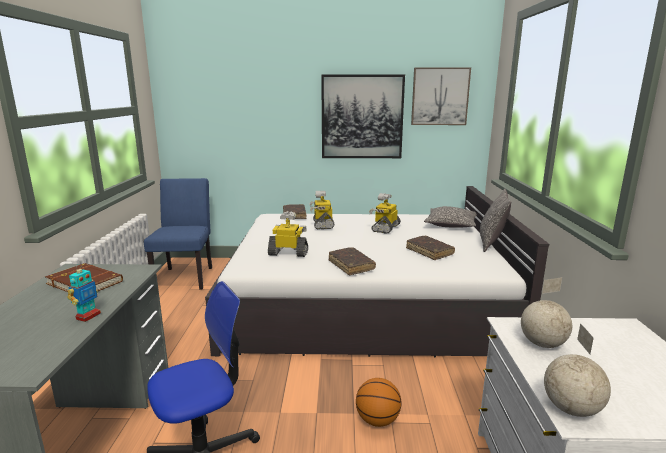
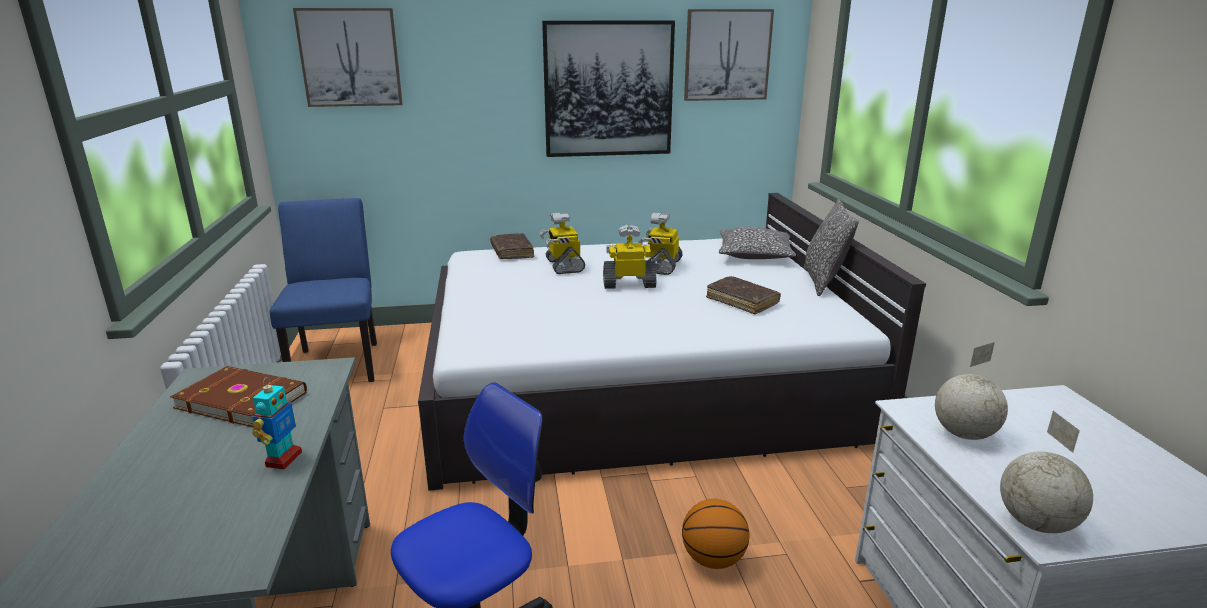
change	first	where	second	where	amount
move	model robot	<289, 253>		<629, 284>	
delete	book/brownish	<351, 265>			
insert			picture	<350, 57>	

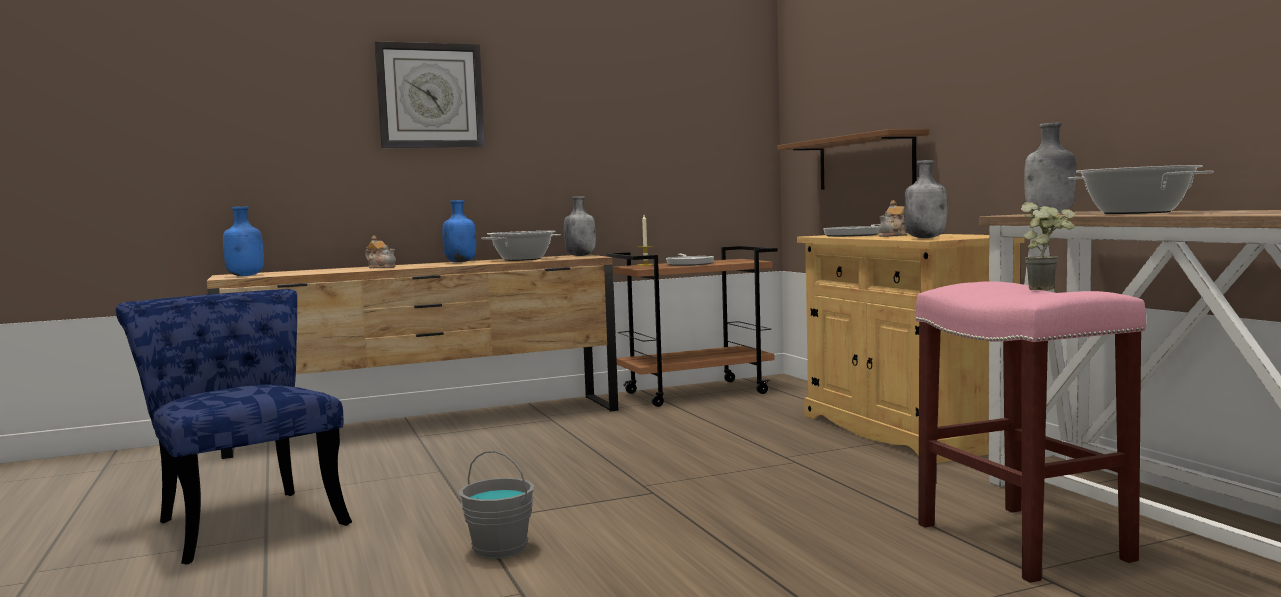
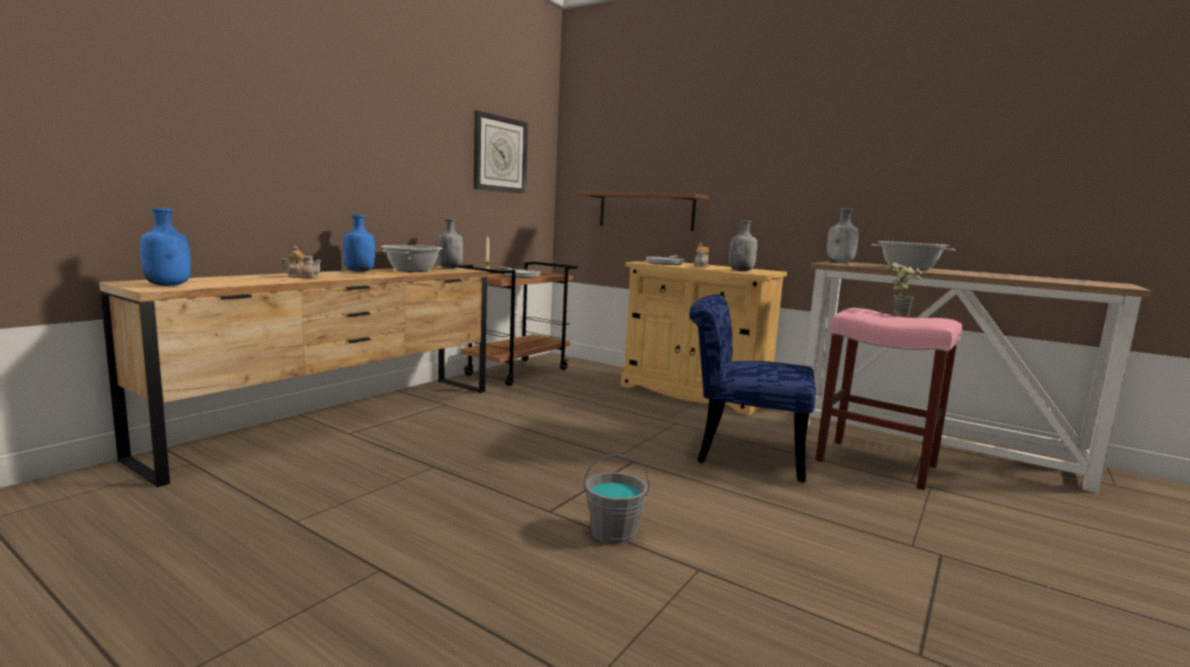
change	first	where	second	where	amount
move	wall clock	<430, 96>		<500, 154>	
move	plain chair/bluish	<245, 520>		<740, 453>	

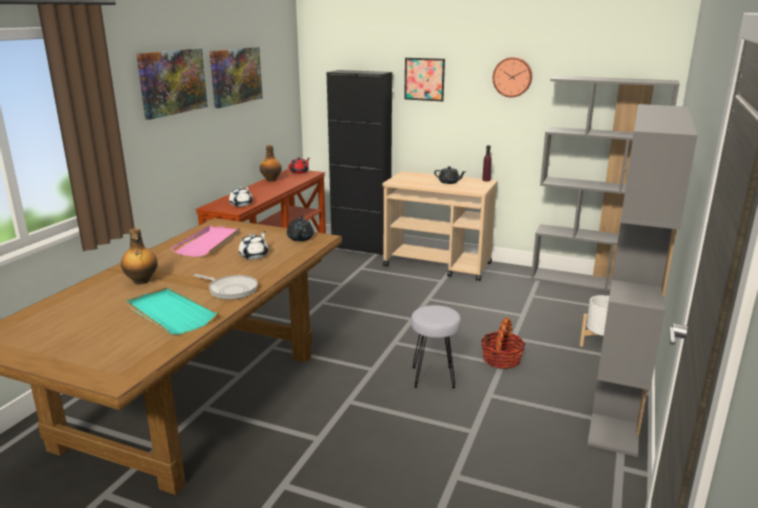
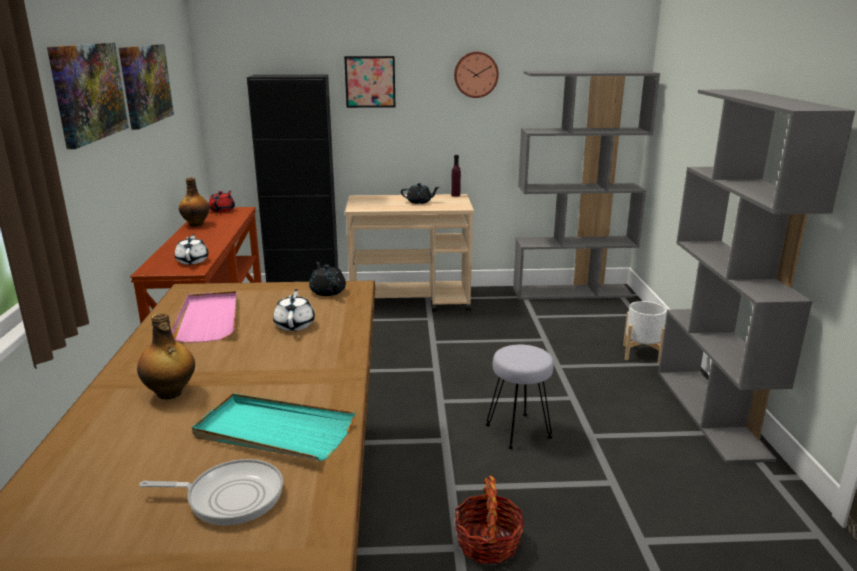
change	first	where	second	where	amount
move	frying pan	<231, 289>		<230, 497>	
move	household basket	<501, 360>		<488, 543>	

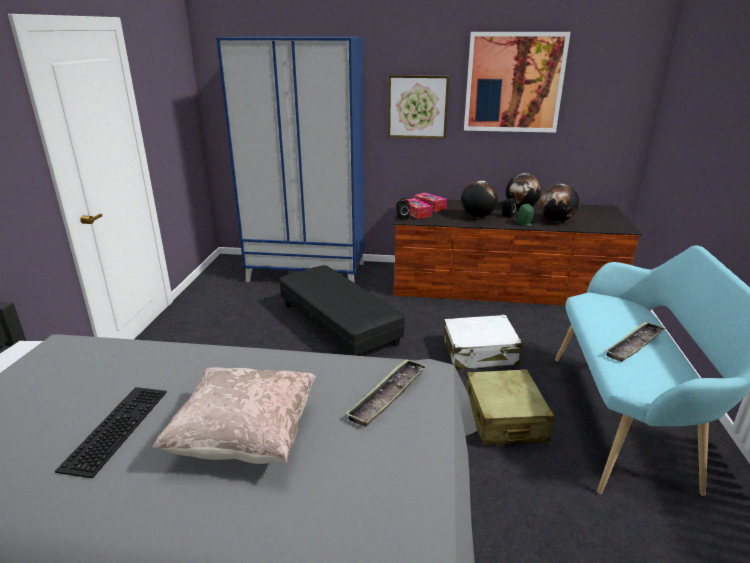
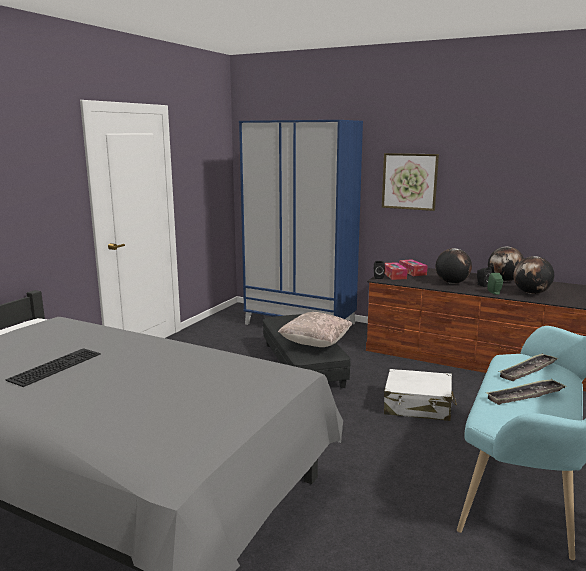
change	first	where	second	where	amount
delete	picture	<514, 83>			
move	tray	<388, 396>		<528, 370>	
move	throw pillow/beige-coloured	<245, 438>		<315, 344>	
delete	piece of luggage/beige-coloured	<504, 419>			

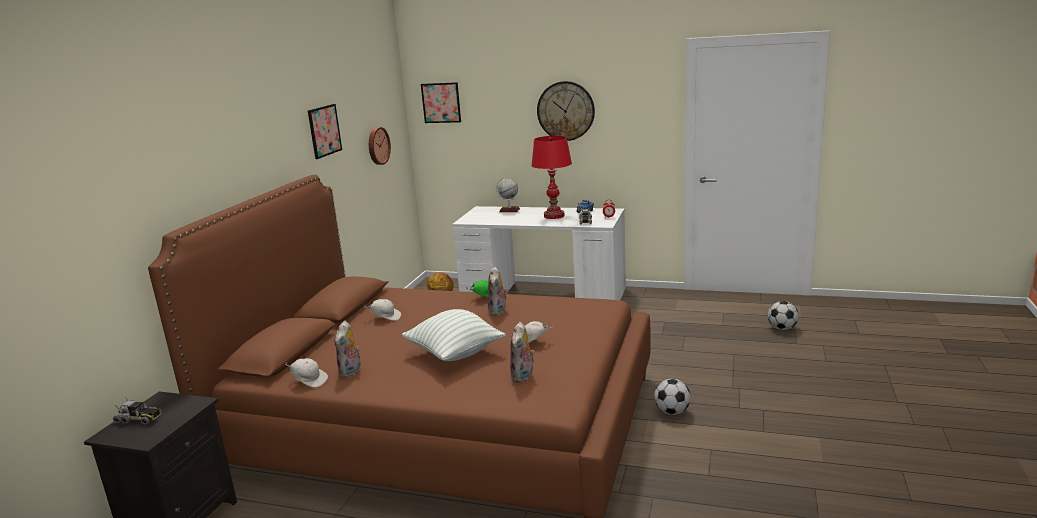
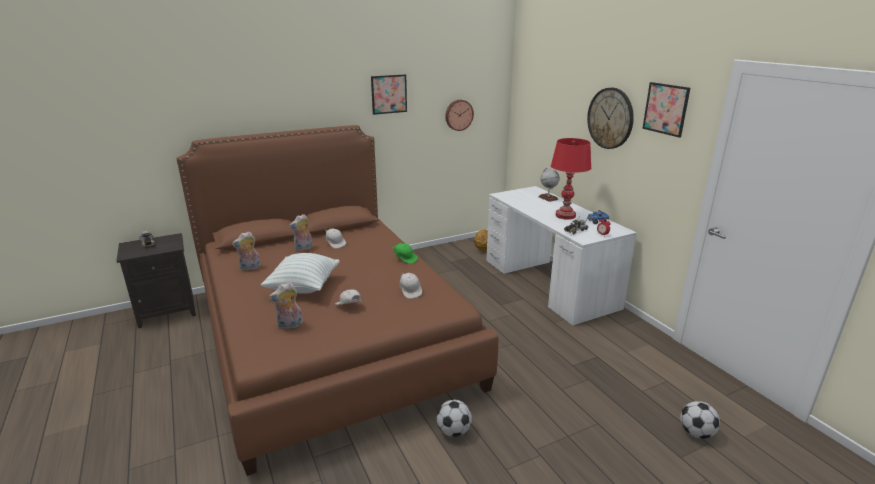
change	first	where	second	where	amount
move	picture	<441, 102>		<666, 109>	
move	plush toy	<498, 311>		<303, 248>	
move	baseball cap/white-coloured	<309, 381>		<410, 291>	

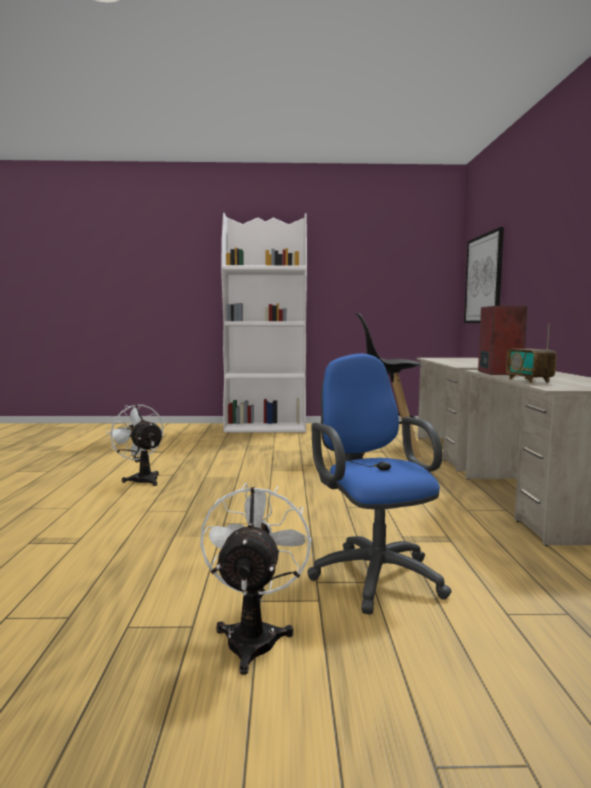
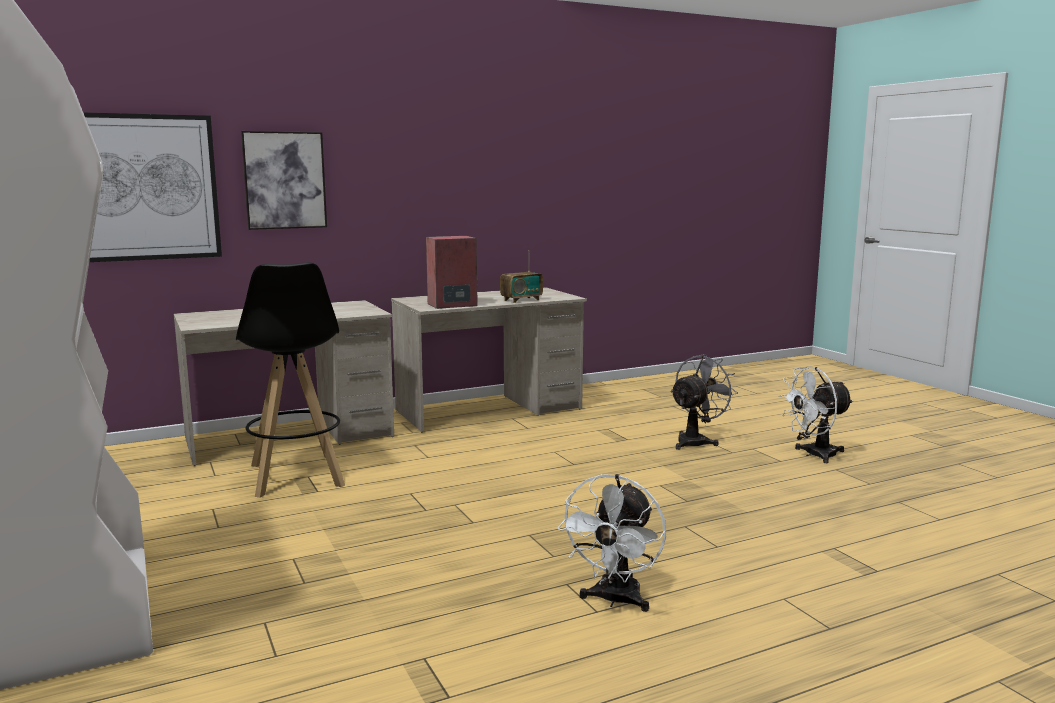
change	first	where	second	where	amount
replace	desk chair/bluish	<373, 574>	cooling fan/grey	<696, 441>	
insert			picture	<285, 180>	

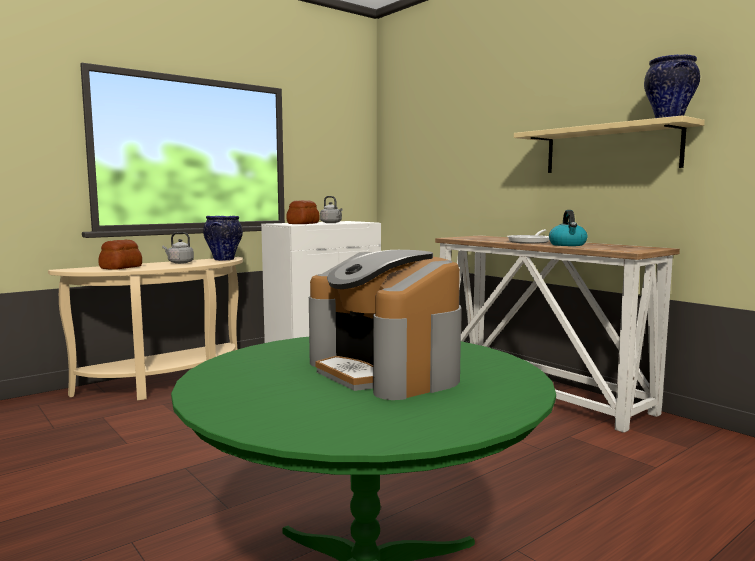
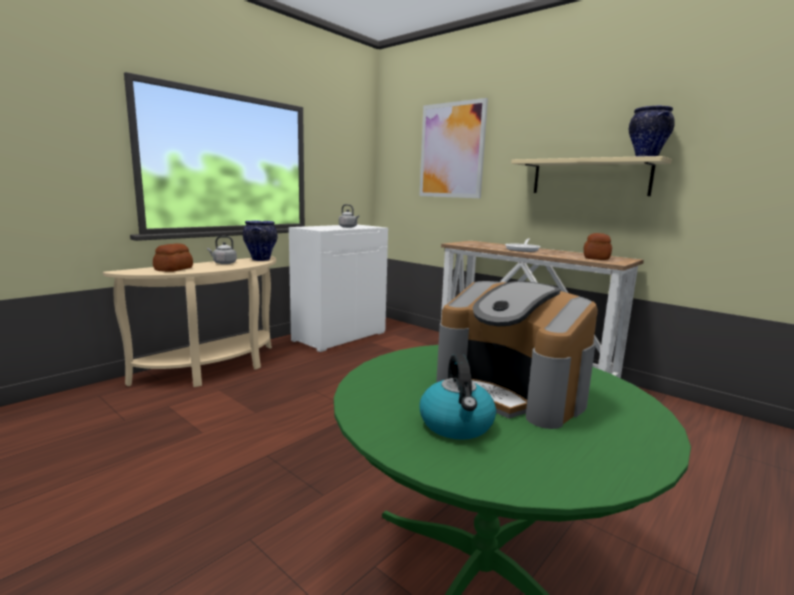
change	first	where	second	where	amount
move	bakery bread	<302, 223>		<595, 258>	
move	water kettle	<568, 245>		<457, 425>	
insert			picture	<452, 150>	

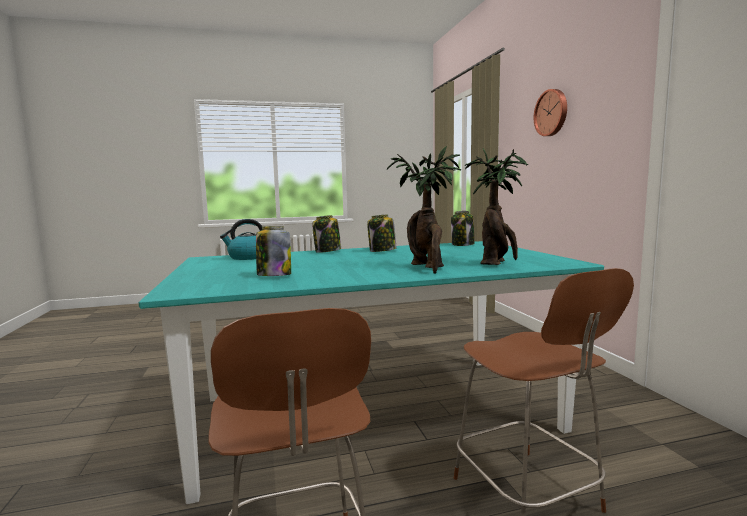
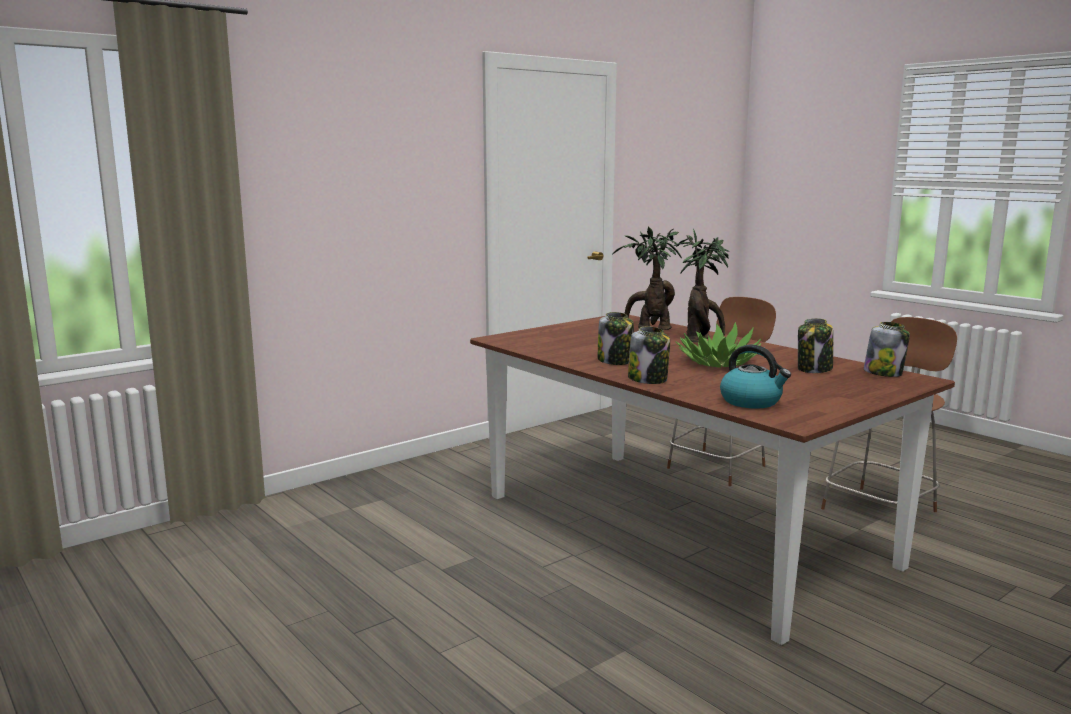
change	first	where	second	where	amount
delete	wall clock	<552, 113>			
move	preserve jar	<463, 244>		<883, 373>	
recolor	dinner table/blue-green	<374, 413>	dinner table/brownish	<679, 529>	
insert			houseplant	<718, 363>	

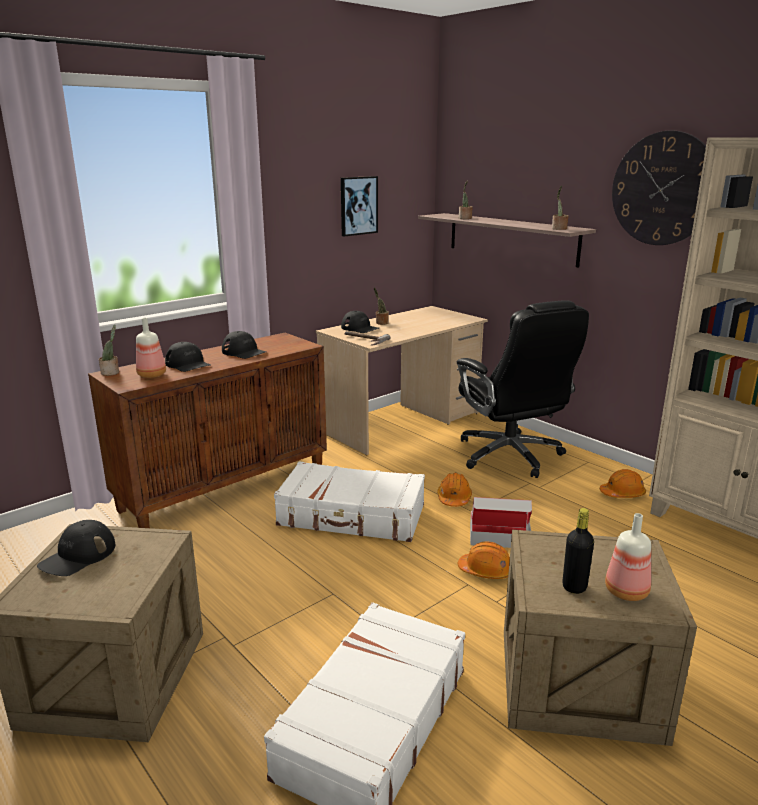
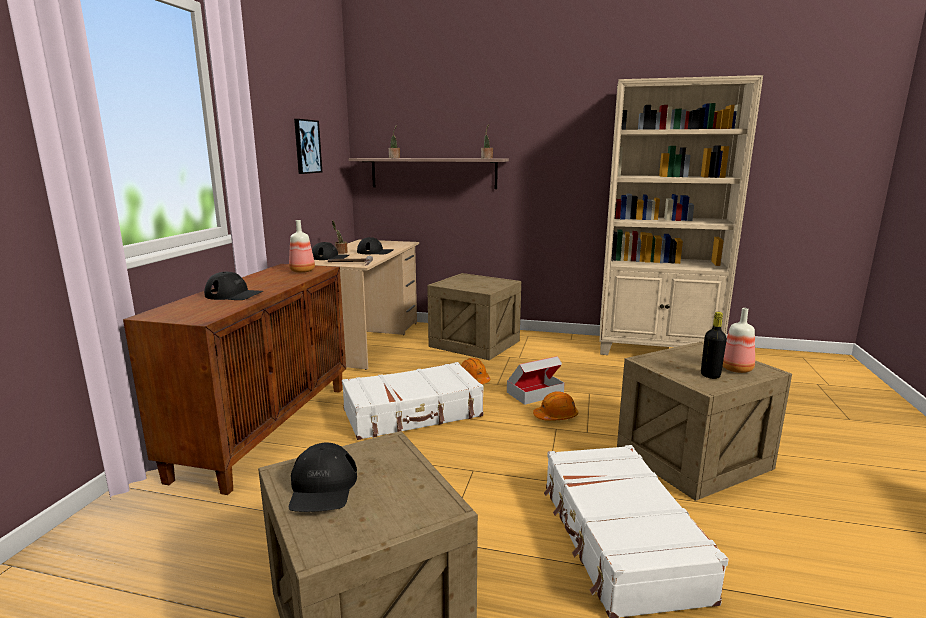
change	first	where	second	where	amount
delete	wall clock	<663, 189>			
replace	desk chair/black-coloured	<511, 455>	packing crate	<475, 344>	
move	bottle	<152, 375>		<302, 271>	
delete	houseplant	<111, 372>			
move	baseball cap/black-coloured	<244, 352>		<375, 252>	
delete	hard hat/orange-coloured	<622, 494>			

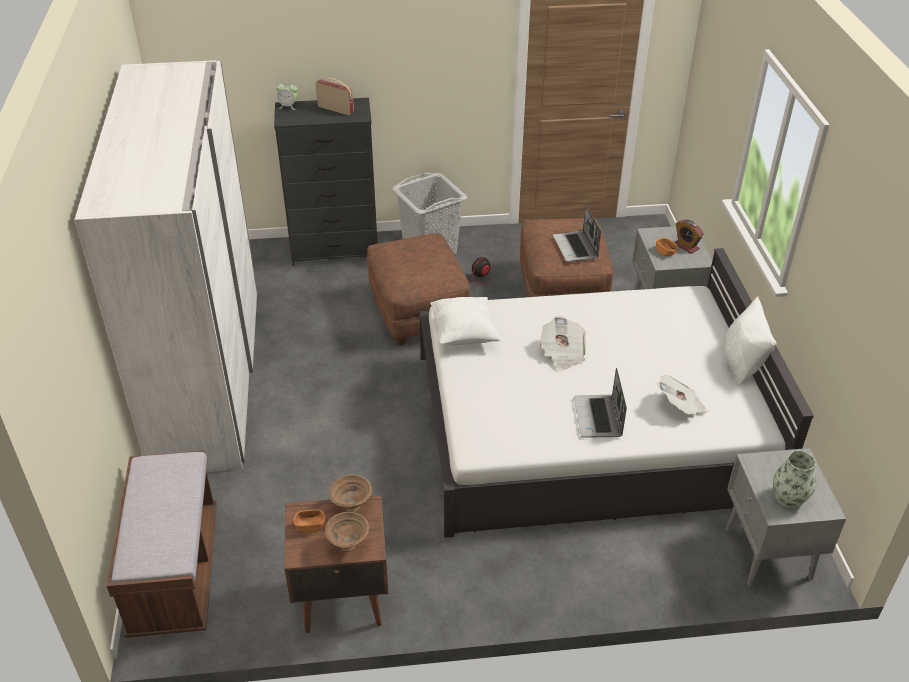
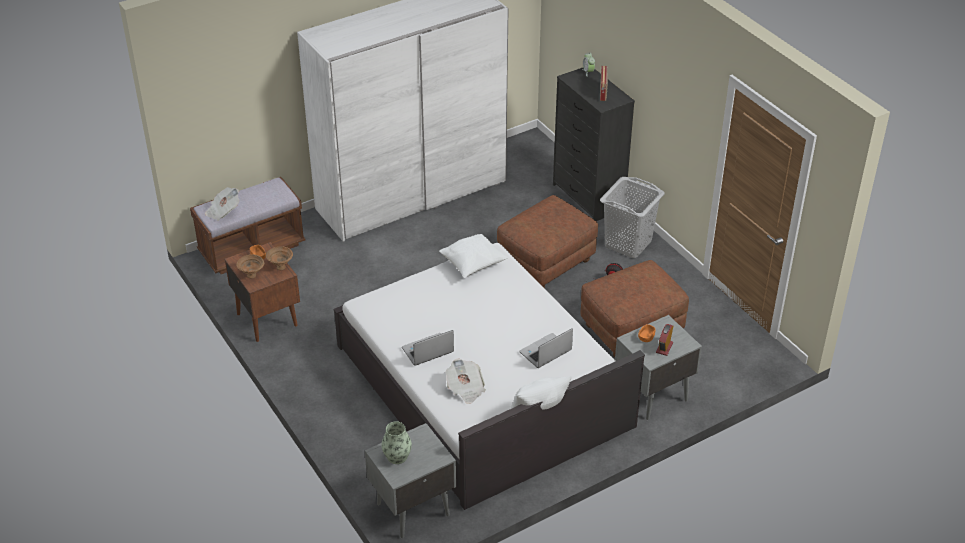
change	first	where	second	where	amount
move	laptop	<576, 248>		<545, 352>	
move	daily paper	<562, 354>		<223, 211>	

